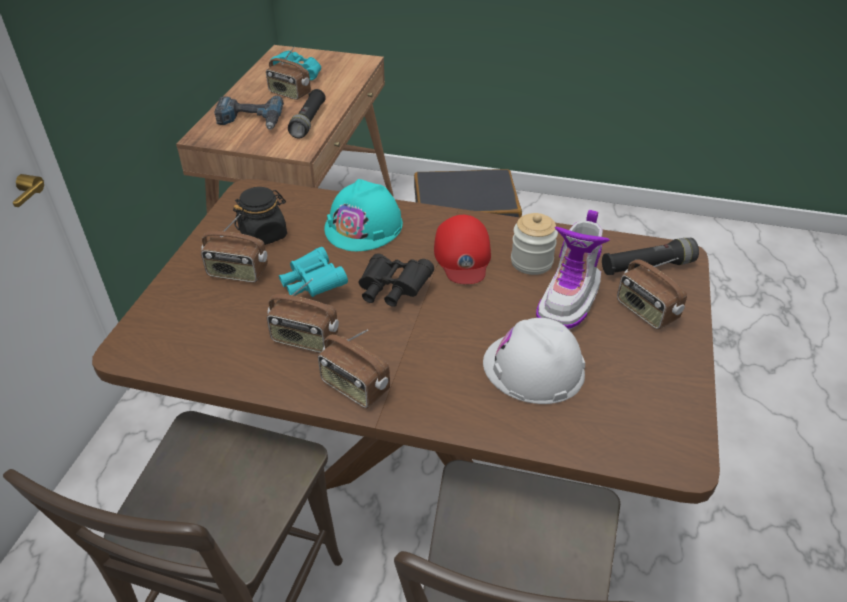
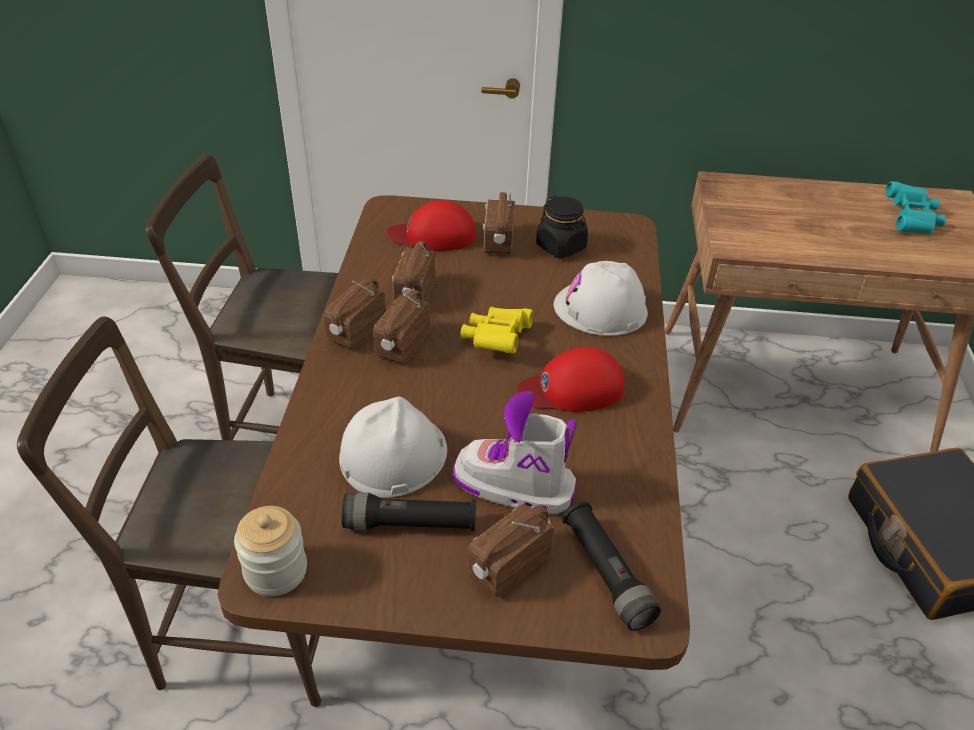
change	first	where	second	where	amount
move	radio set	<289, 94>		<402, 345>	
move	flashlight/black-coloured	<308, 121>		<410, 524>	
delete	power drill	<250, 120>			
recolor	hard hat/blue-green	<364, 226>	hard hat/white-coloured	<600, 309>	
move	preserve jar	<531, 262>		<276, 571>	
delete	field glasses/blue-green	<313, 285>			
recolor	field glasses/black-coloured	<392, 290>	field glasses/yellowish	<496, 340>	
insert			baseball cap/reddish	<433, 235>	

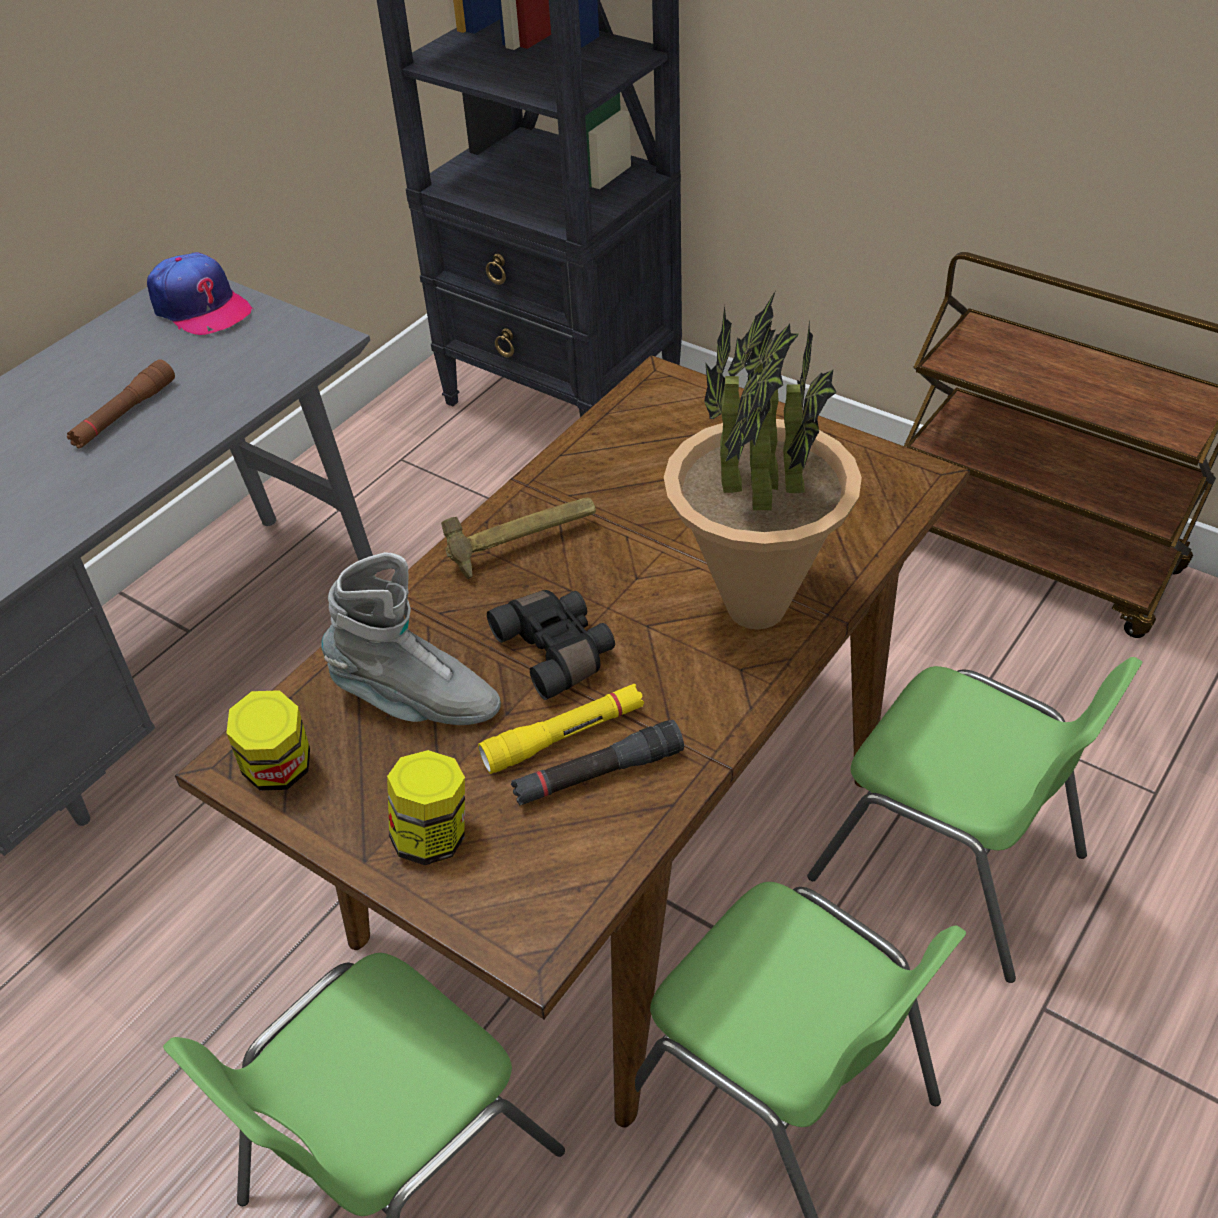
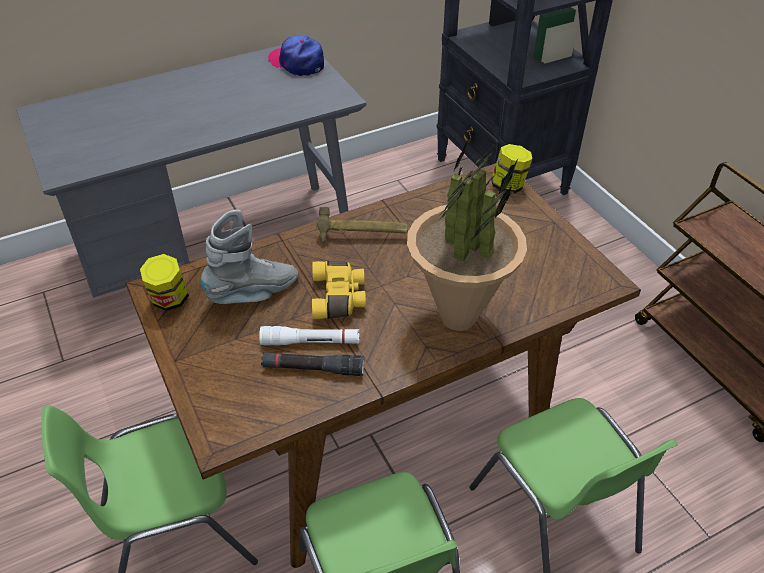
change	first	where	second	where	amount
rotate	baseball cap	<201, 307>		<297, 62>	150 degrees clockwise
delete	flashlight/brownish	<124, 414>			
rotate	boot/grey	<416, 702>		<254, 294>	75 degrees counterclockwise
recolor	field glasses/black-coloured	<558, 651>	field glasses/yellowish	<339, 297>	
recolor	flashlight/yellowish	<564, 737>	flashlight/white-coloured	<310, 342>	
move	preserve jar	<433, 837>		<508, 186>	

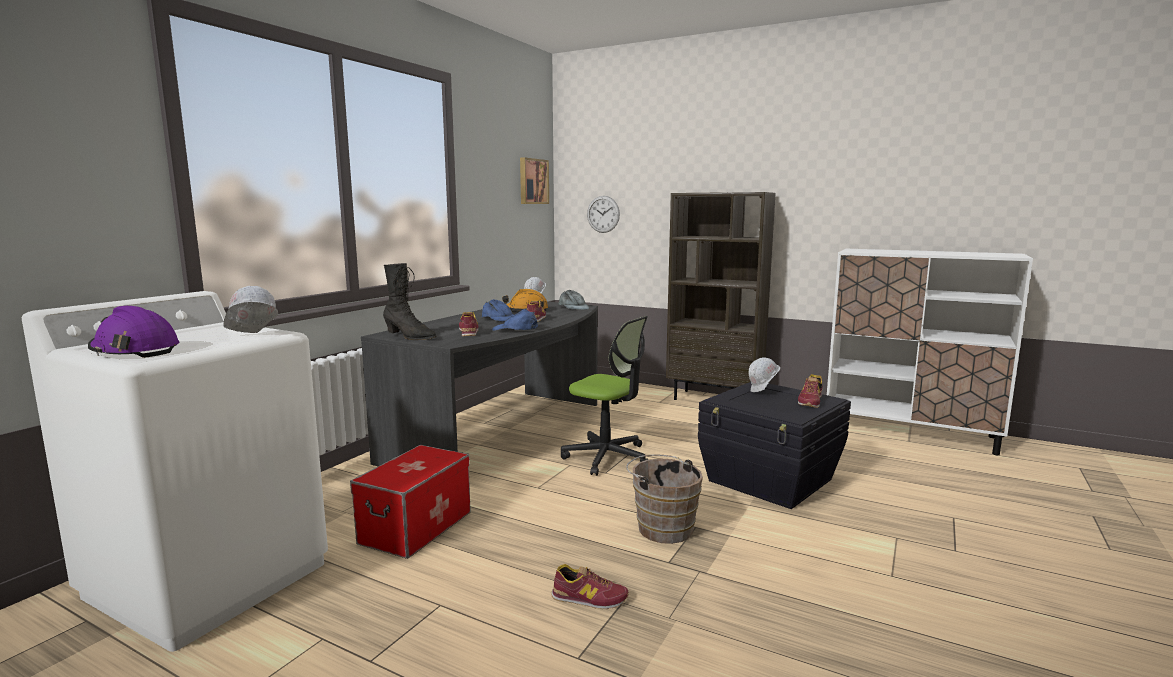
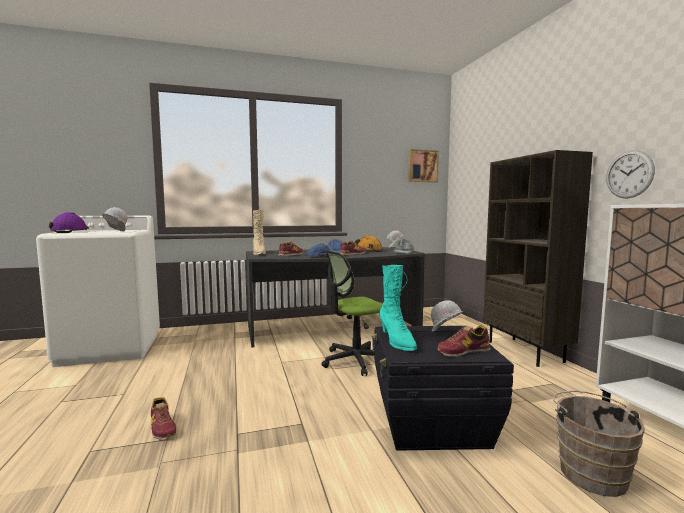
change	first	where	second	where	amount
move	wall clock	<603, 214>		<629, 174>	
recolor	boot/black-coloured	<409, 337>	boot/beige-coloured	<259, 253>	
rotate	desk chair	<607, 457>		<355, 361>	75 degrees clockwise
delete	storage box	<416, 528>			
move	pail/brownish	<662, 527>		<590, 472>	
insert			boot/blue-green	<397, 341>	

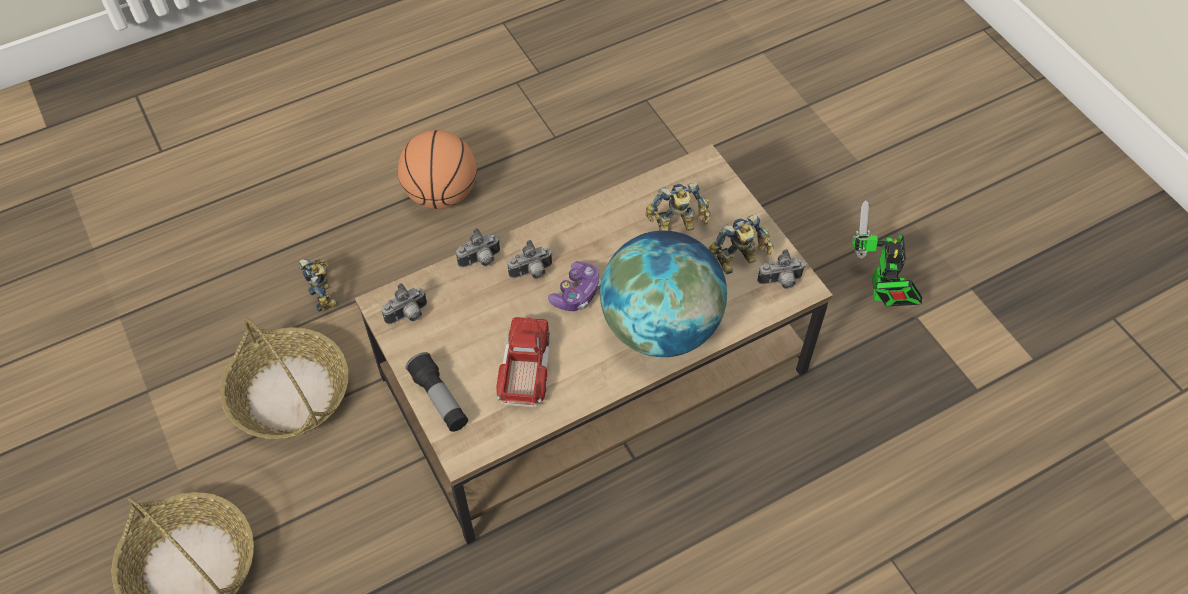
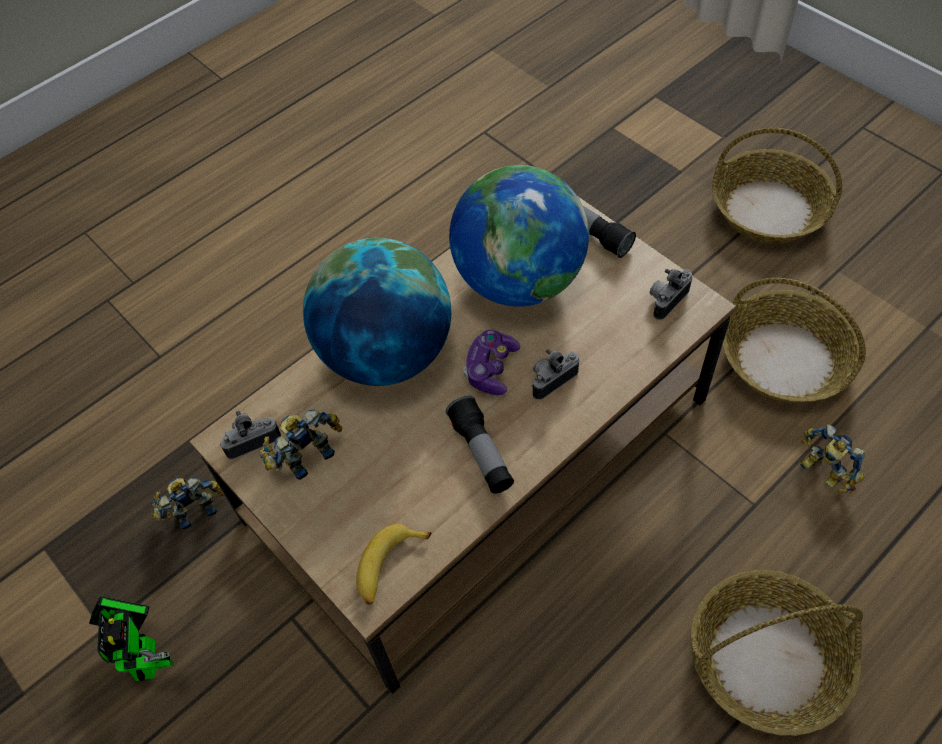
change	first	where	second	where	amount
replace	basketball	<441, 194>	household basket	<766, 659>	
move	model robot	<677, 227>		<194, 509>	
delete	photo camera	<481, 261>			
replace	toy lorry	<525, 367>	globe	<519, 280>	
insert			flashlight	<481, 453>	
insert			whole banana	<389, 566>	

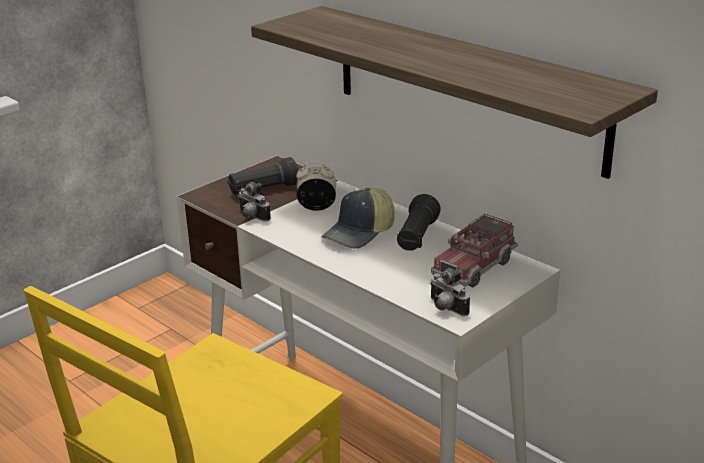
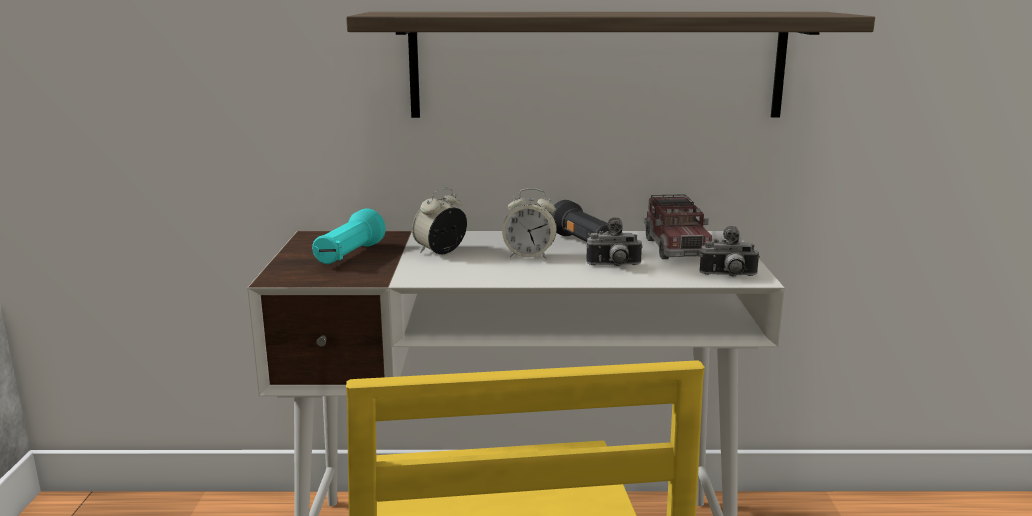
change	first	where	second	where	amount
recolor	flashlight/black-coloured	<263, 190>	flashlight/blue-green	<349, 255>	
move	photo camera	<251, 217>		<614, 266>	
replace	baseball cap	<360, 233>	bedside clock	<529, 255>	

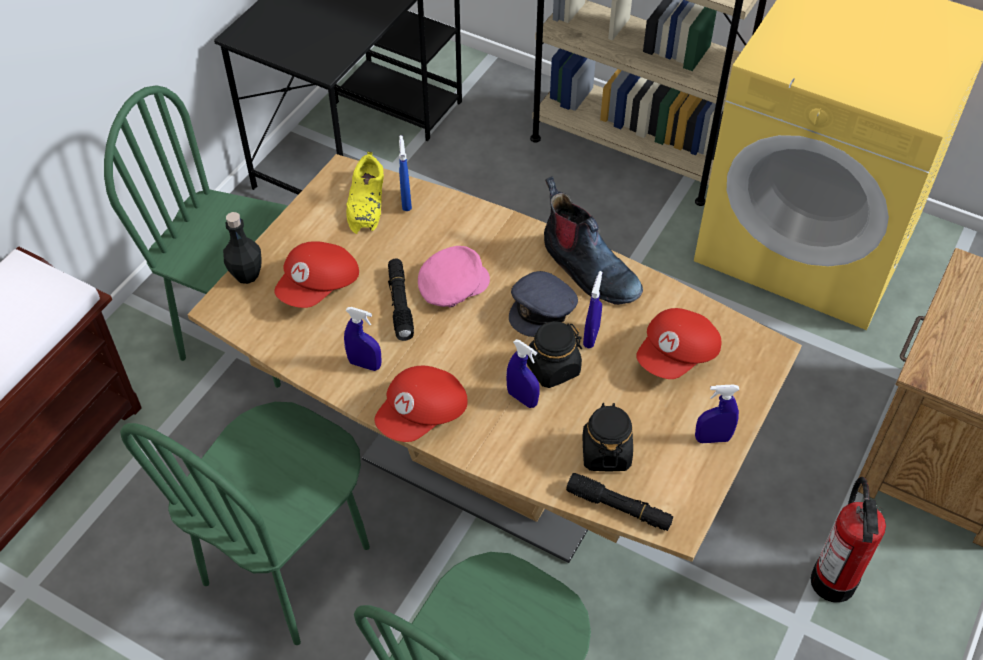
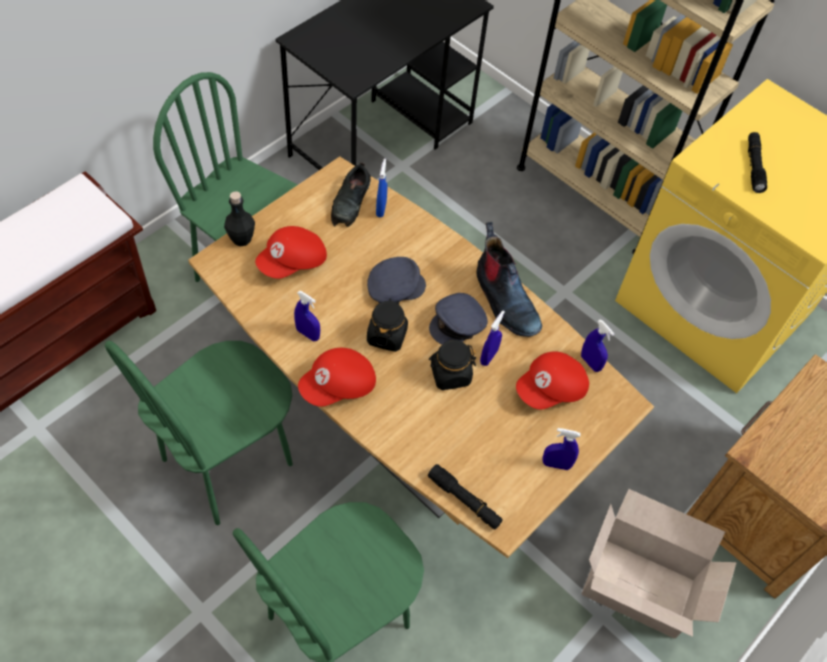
change	first	where	second	where	amount
recolor	low shoe/yellowish	<367, 202>	low shoe/black-coloured	<351, 202>	
recolor	baseball cap/pink	<452, 286>	baseball cap/grey	<394, 287>	
move	flashlight/black-coloured	<400, 304>		<754, 166>	
move	sprayer/bluish	<522, 398>		<590, 363>	
move	preserve jar/black-coloured	<606, 452>		<387, 336>	
replace	extinguisher	<833, 581>	cardboard box	<640, 589>	

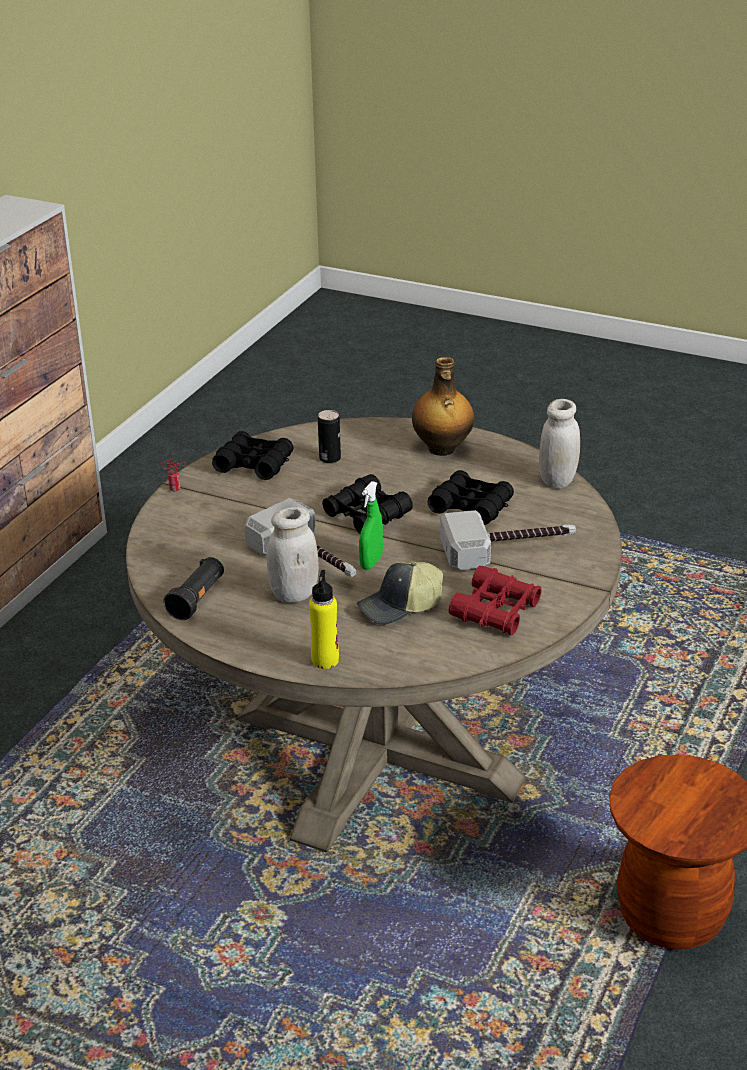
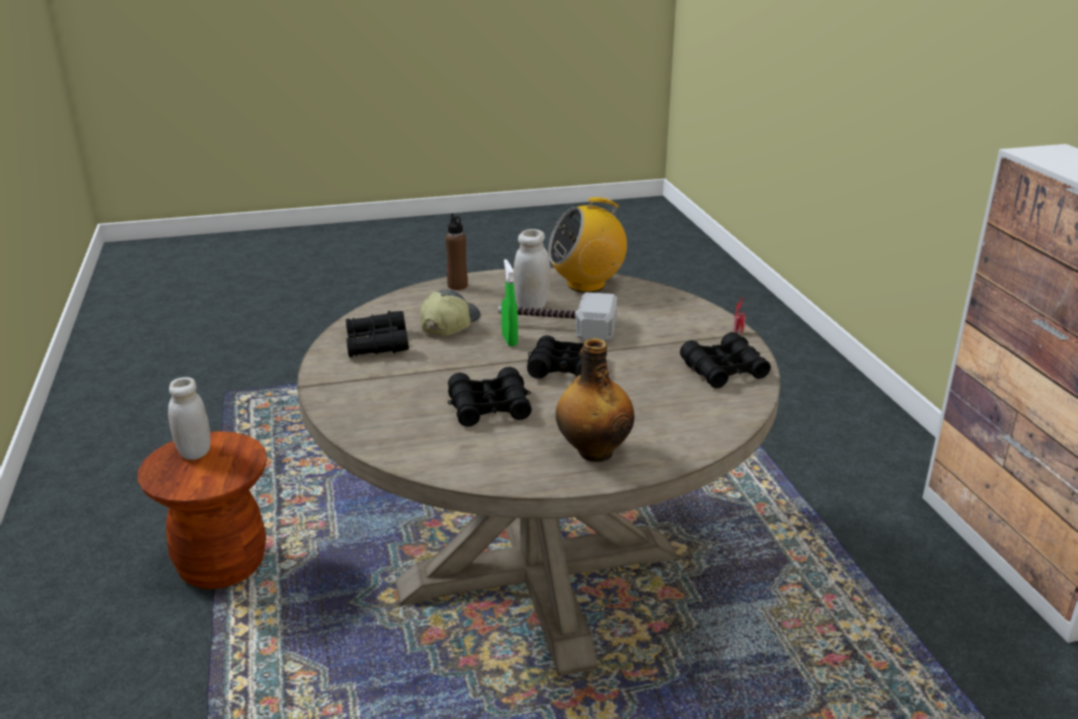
change	first	where	second	where	amount
move	preserve jar/white-coloured	<557, 480>		<194, 452>	
delete	can	<330, 458>			
delete	hammer	<509, 549>			
replace	flashlight/black-coloured	<197, 599>	radio set	<586, 284>	
recolor	field glasses/reddish	<496, 611>	field glasses/black-coloured	<377, 344>	
recolor	bottle/yellowish	<325, 660>	bottle/brownish	<457, 286>	

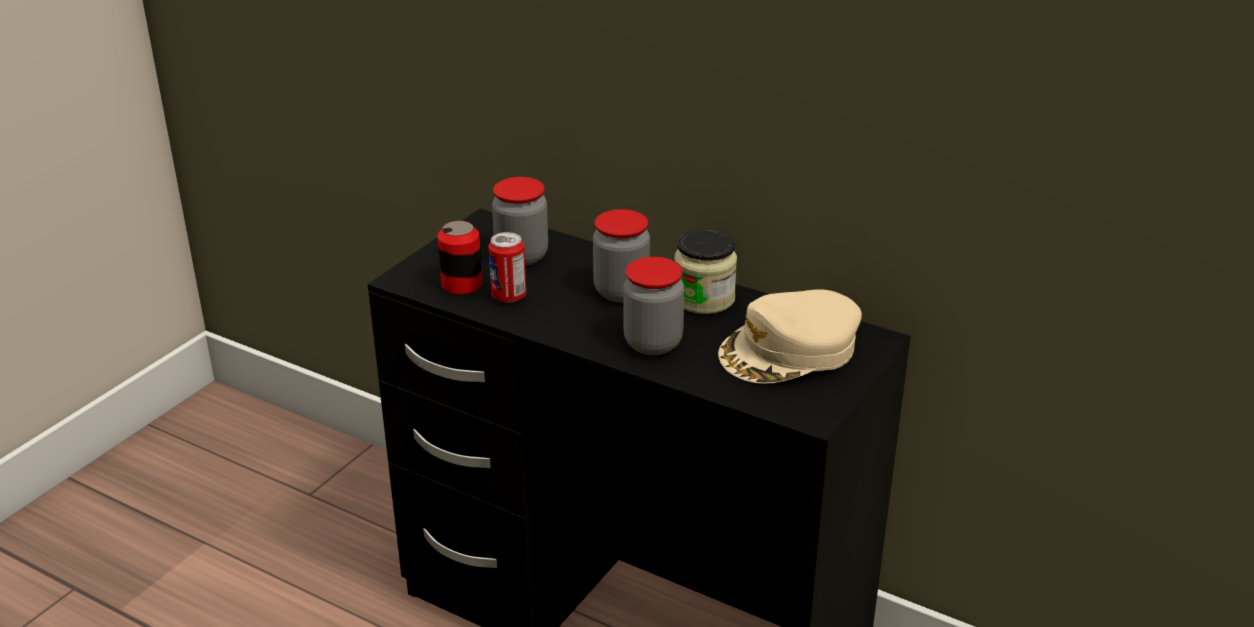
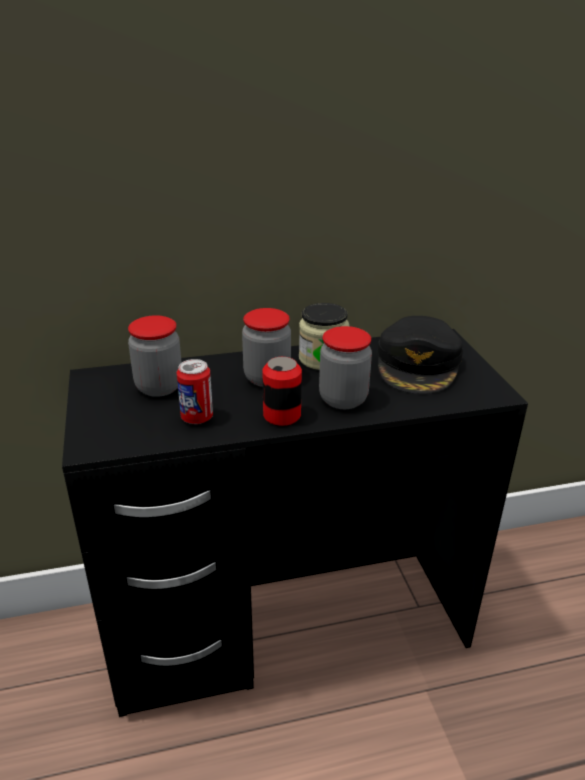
change	first	where	second	where	amount
move	can	<462, 285>		<282, 415>	
recolor	baseball cap/beige-coloured	<790, 350>	baseball cap/black-coloured	<418, 364>	

